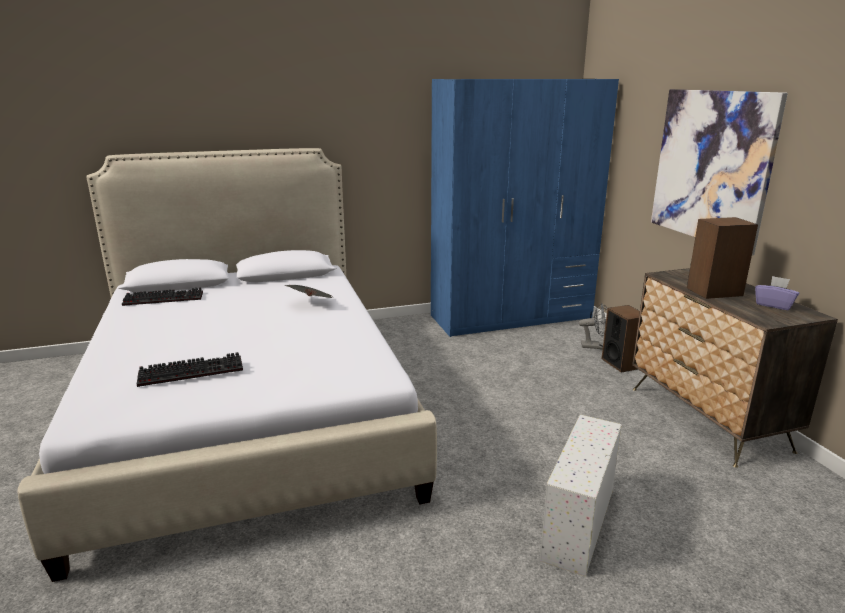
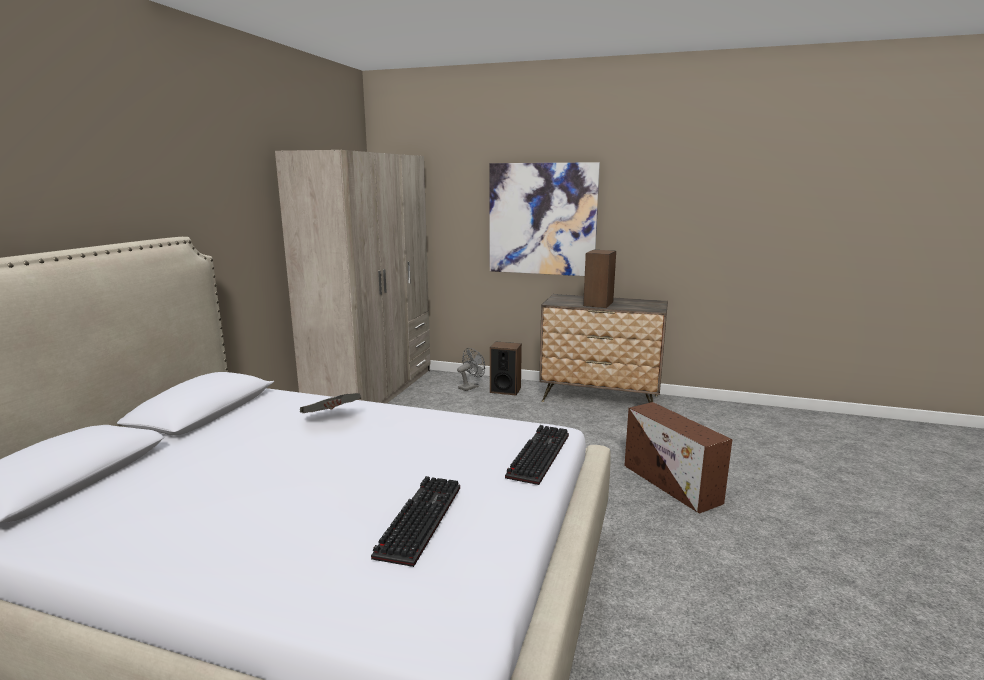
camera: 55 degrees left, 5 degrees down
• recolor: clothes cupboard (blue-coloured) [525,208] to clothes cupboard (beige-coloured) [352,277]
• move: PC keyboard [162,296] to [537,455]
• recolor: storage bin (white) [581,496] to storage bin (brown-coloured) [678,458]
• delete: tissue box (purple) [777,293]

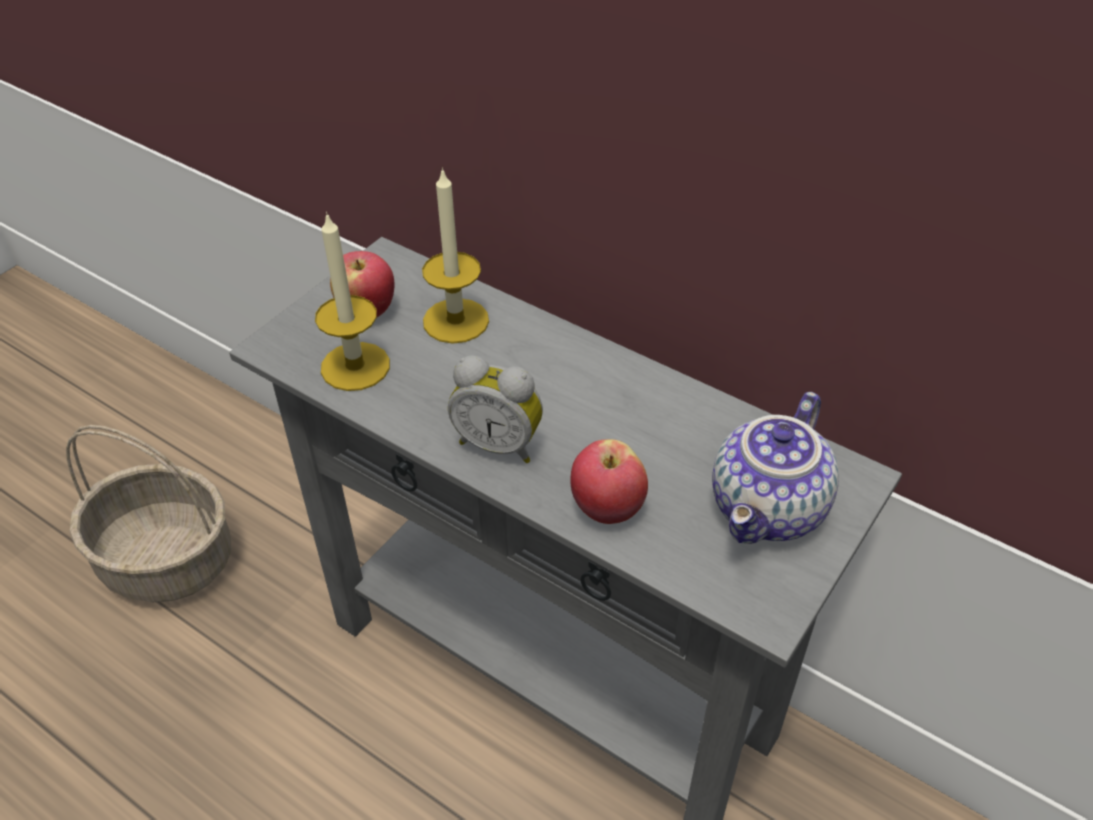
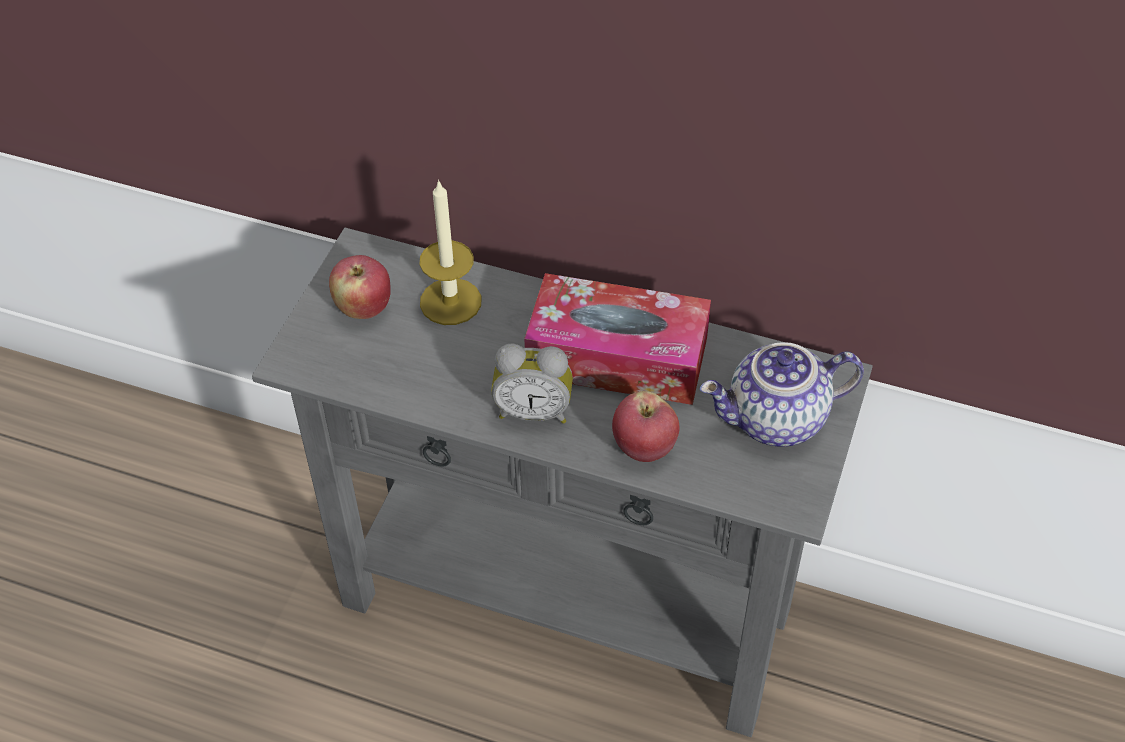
camera: 15 degrees left, 5 degrees up
• insert: tissue box [617,339]
• rotate: teapot [775,468] = [782,394] 60 degrees clockwise
• delete: household basket [148,513]
• delete: wax light [352,301]

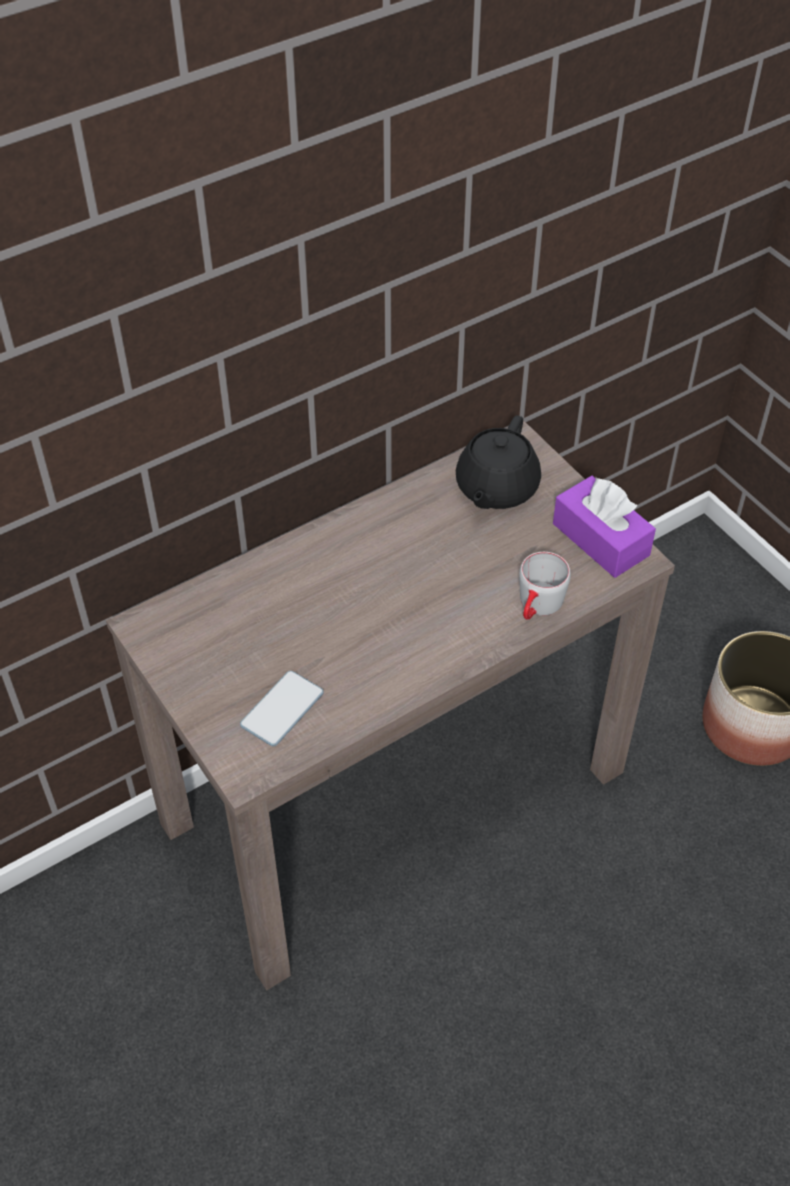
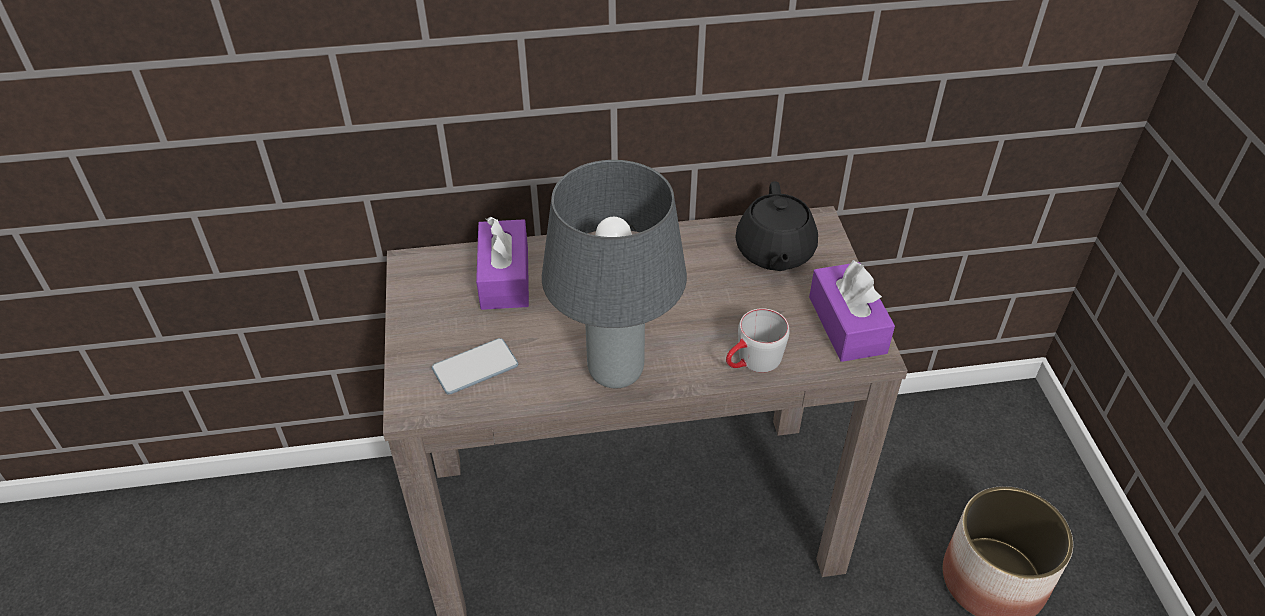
camera: 25 degrees right, 5 degrees down
• insert: tissue box (purple) [502,263]
• insert: lamp for a table (greyish) [614,274]
• rotate: teapot (blackish) [498,462] = [776,226] 45 degrees counterclockwise

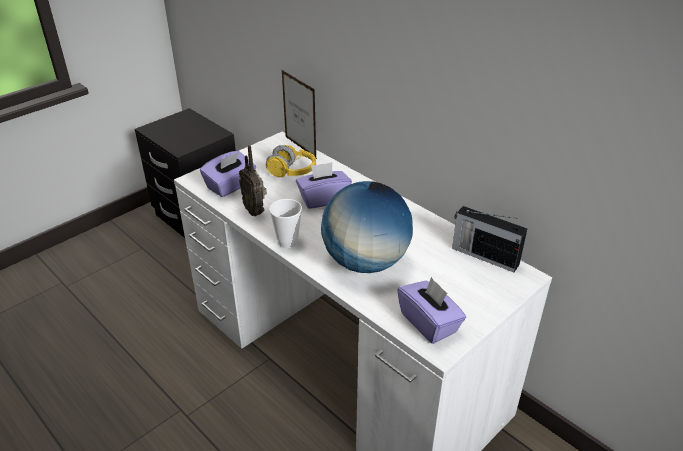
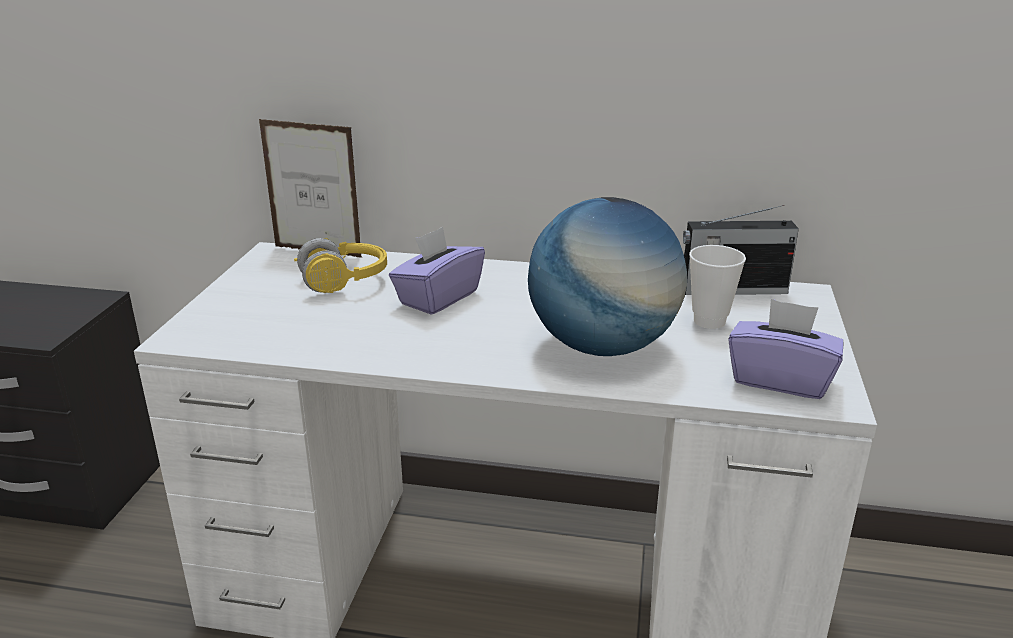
camera: 35 degrees left, 10 degrees down
• move: small cup [285,223] to [717,287]
• delete: tissue box (purple) [228,174]
• delete: radio set [253,180]

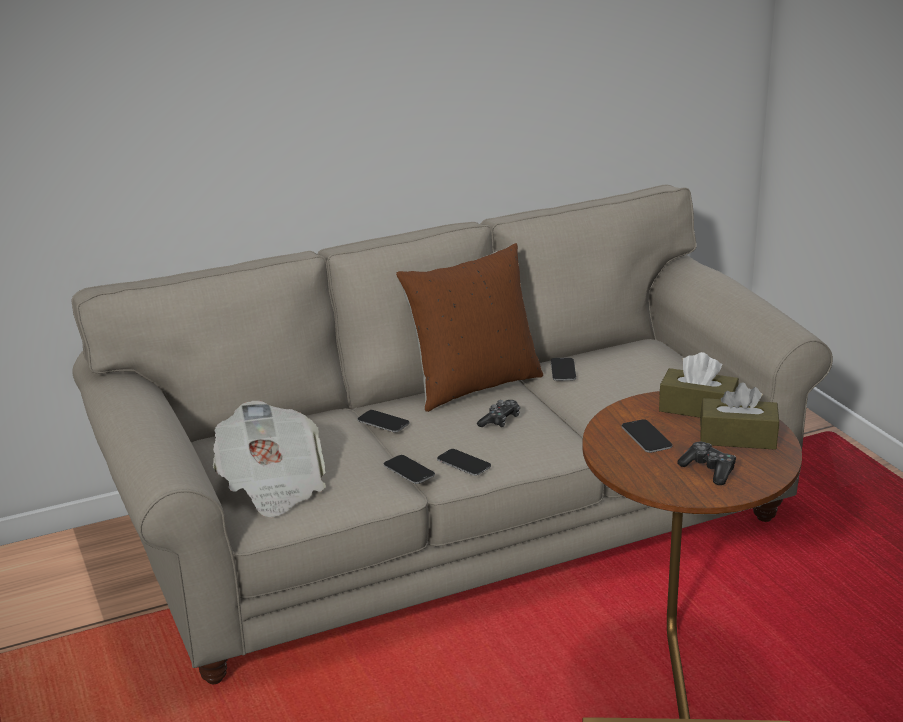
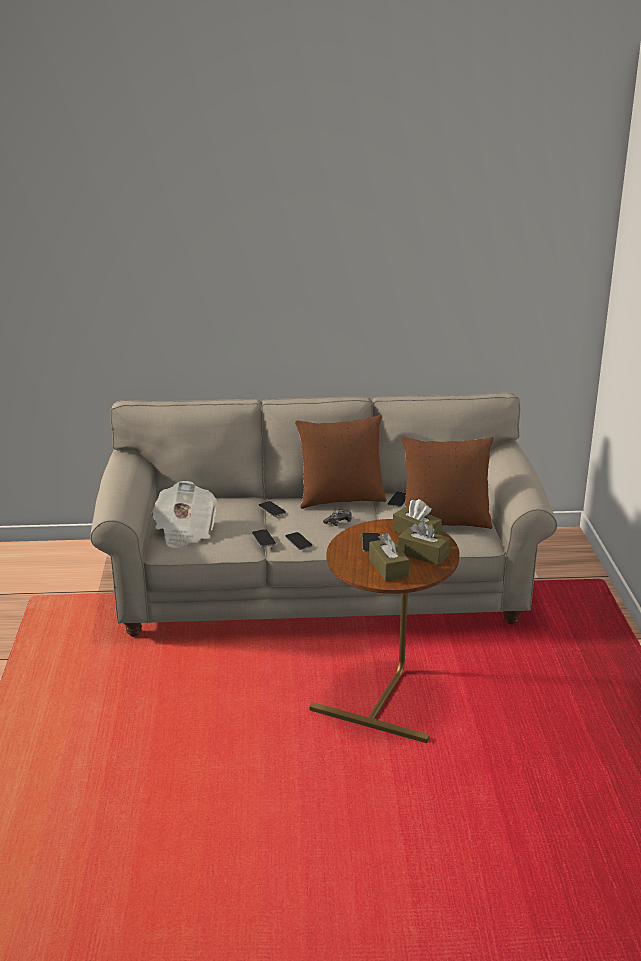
camera: 20 degrees right, 0 degrees up
• replace: gamepad [706,463] to tissue box (brown-coloured) [389,557]
• insert: pillow (brown-coloured) [447,483]

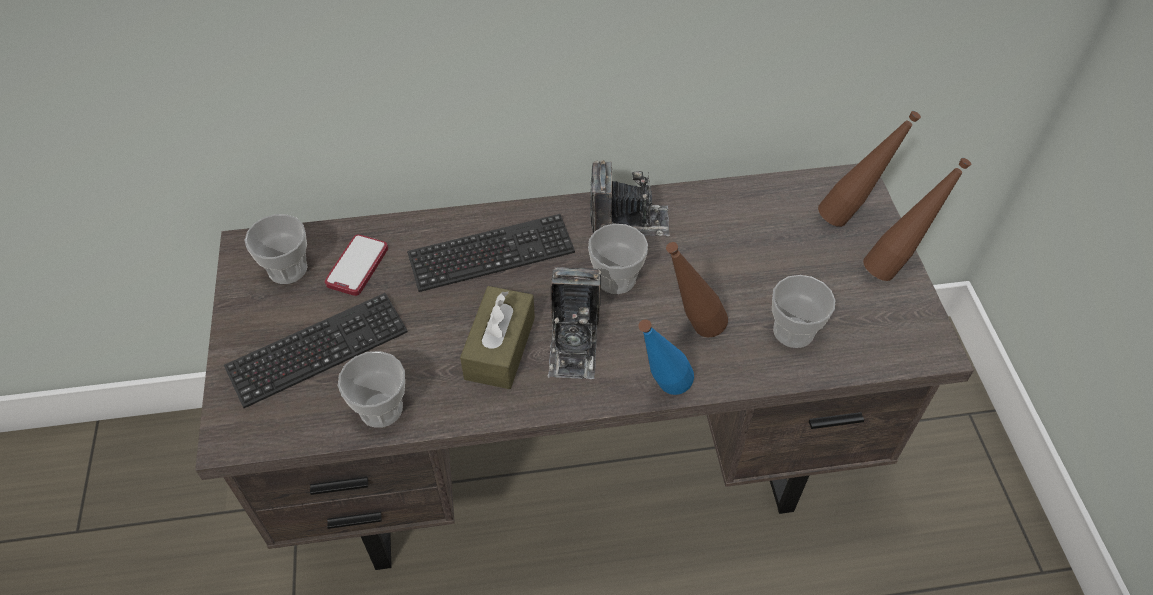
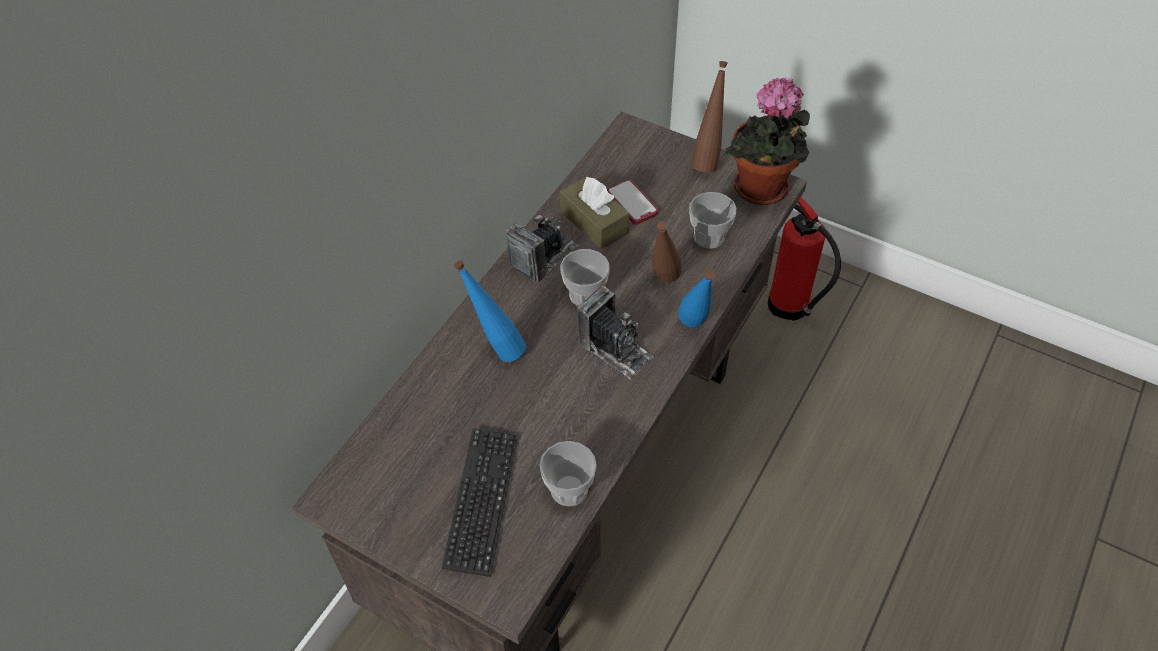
camera: 50 degrees left, 0 degrees up
• replace: PC keyboard [491,253] to bottle (blue-coloured) [490,311]
• move: tissue box (brown-coloured) [497,337] to [594,213]
• move: telephone [356,265] to [632,202]
• insert: potted plant [767,141]
• insert: extinguisher [804,259]
• delete: small cup [276,249]
• delete: bottle (brown-coloured) [869,169]

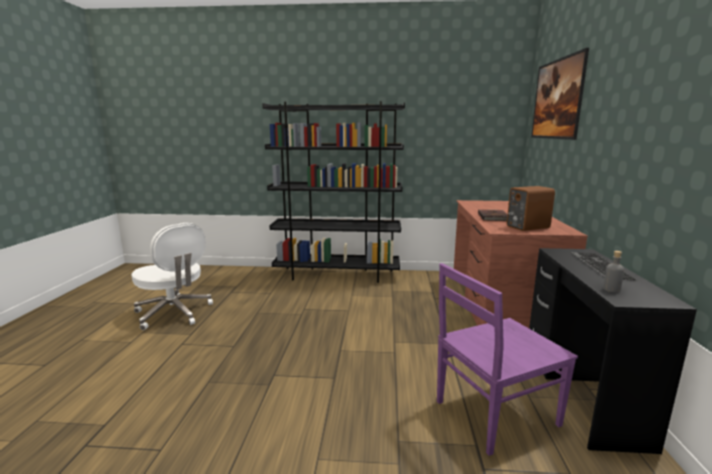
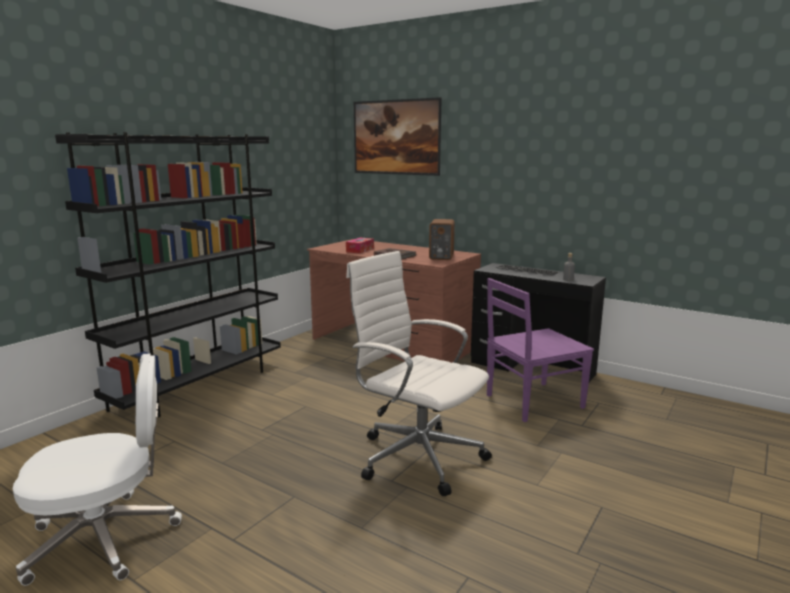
camera: 60 degrees left, 0 degrees up
• insert: tissue box [360,245]
• insert: computer chair (white) [419,373]
• rotate: upright chair (purple) [507,359] = [540,350] 60 degrees clockwise

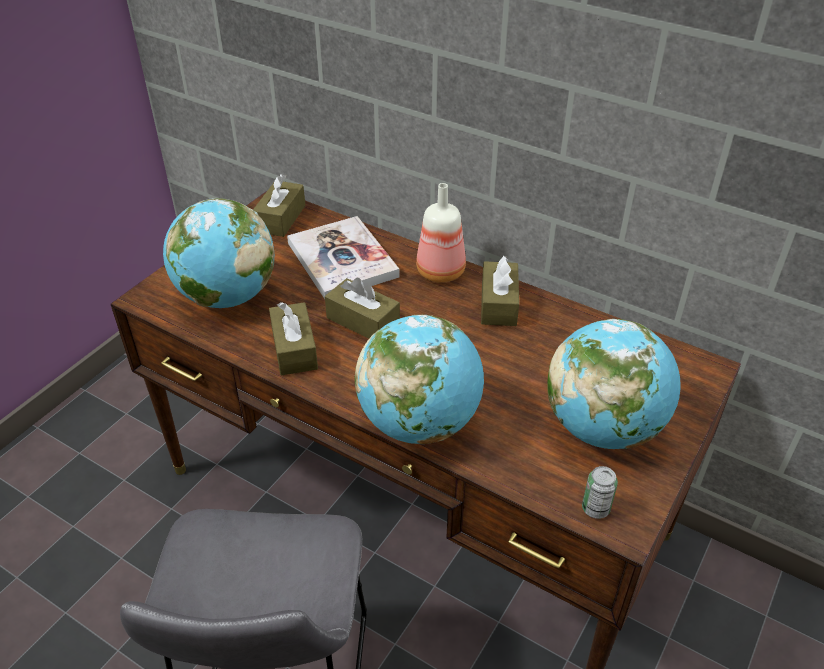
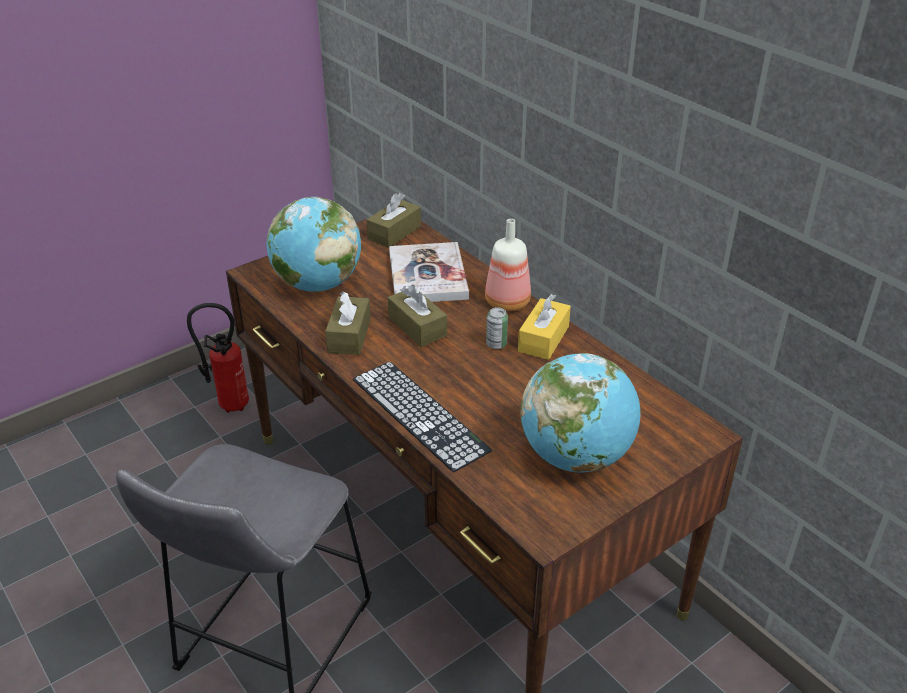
camera: 20 degrees right, 5 degrees down
• insert: extinguisher [218,357]
• replace: desk globe [419,379] to PC keyboard [422,417]
• move: metal can [600,492] to [497,328]
• recolor: tissue box (brown-coloured) [500,291] to tissue box (yellow-coloured) [544,327]

